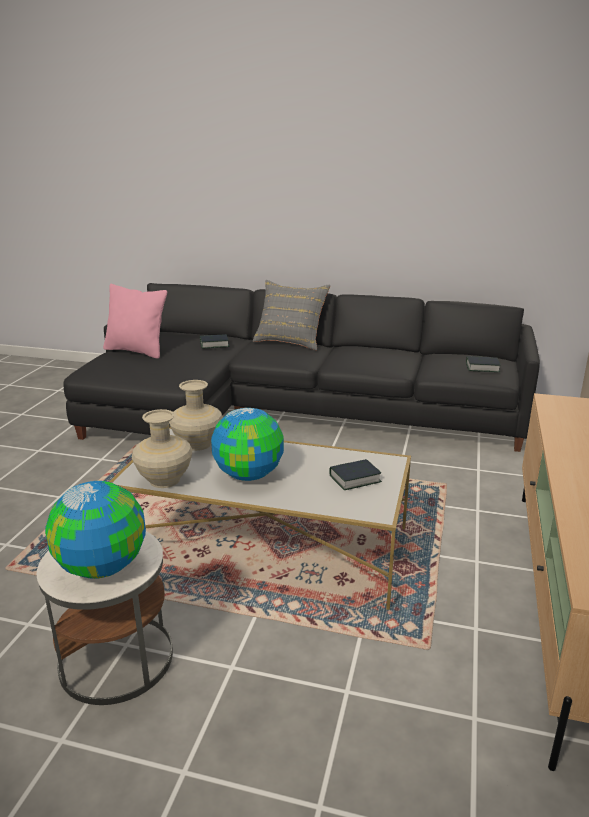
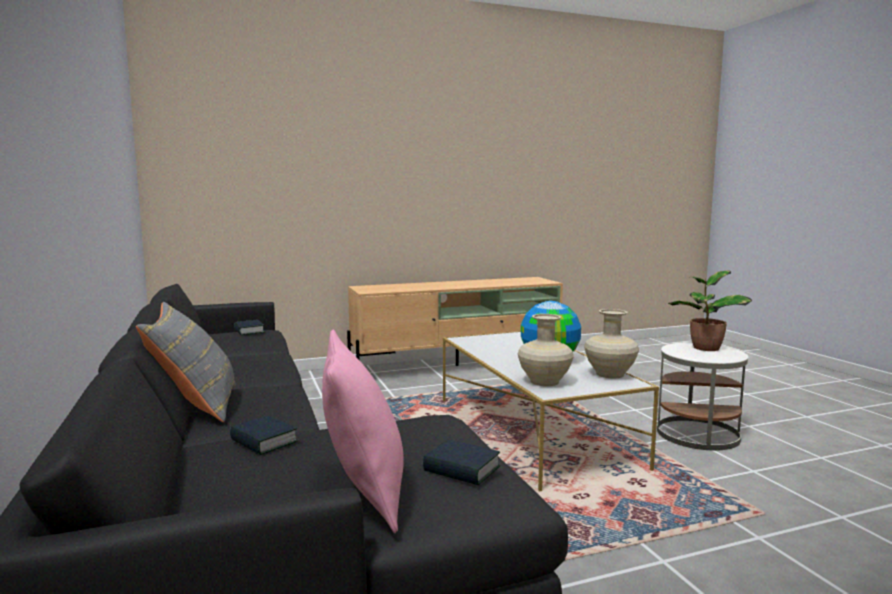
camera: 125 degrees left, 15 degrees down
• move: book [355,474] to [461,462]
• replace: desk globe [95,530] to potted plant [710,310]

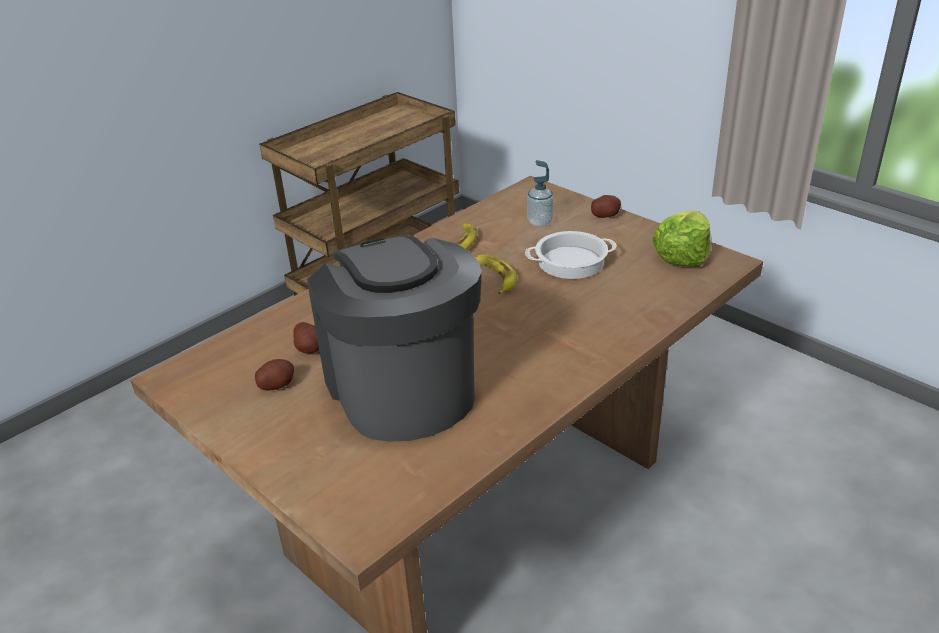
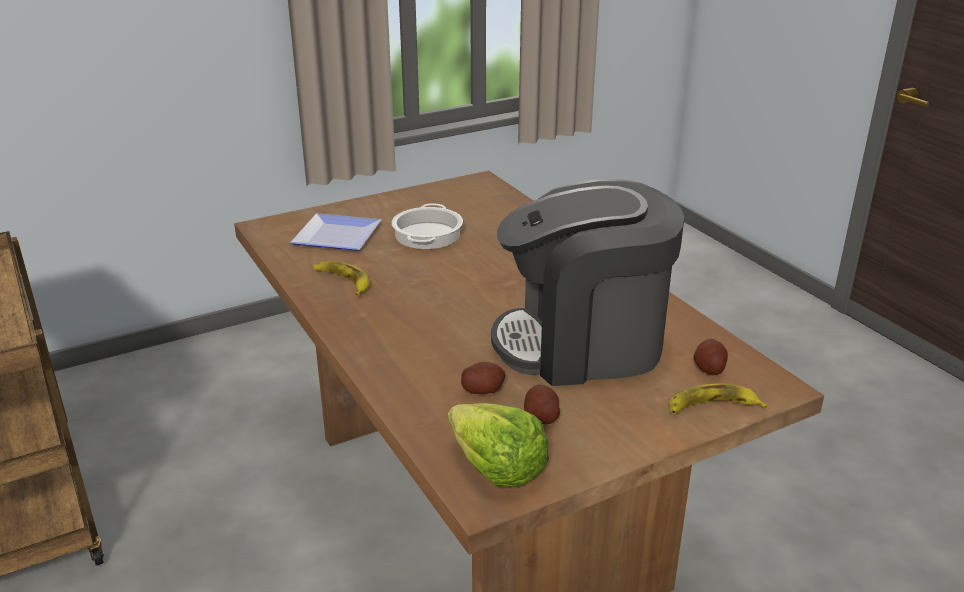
camera: 75 degrees left, 5 degrees down
• replace: liquid soap bottle [540,193] to plate [335,232]
• move: head of lettuce [681,239] to [498,445]
• move: banana [496,274] to [718,398]
• move: whole potato [606,206] to [710,357]

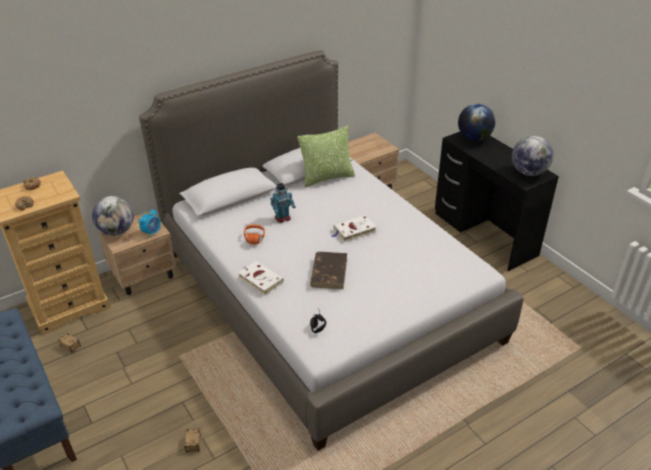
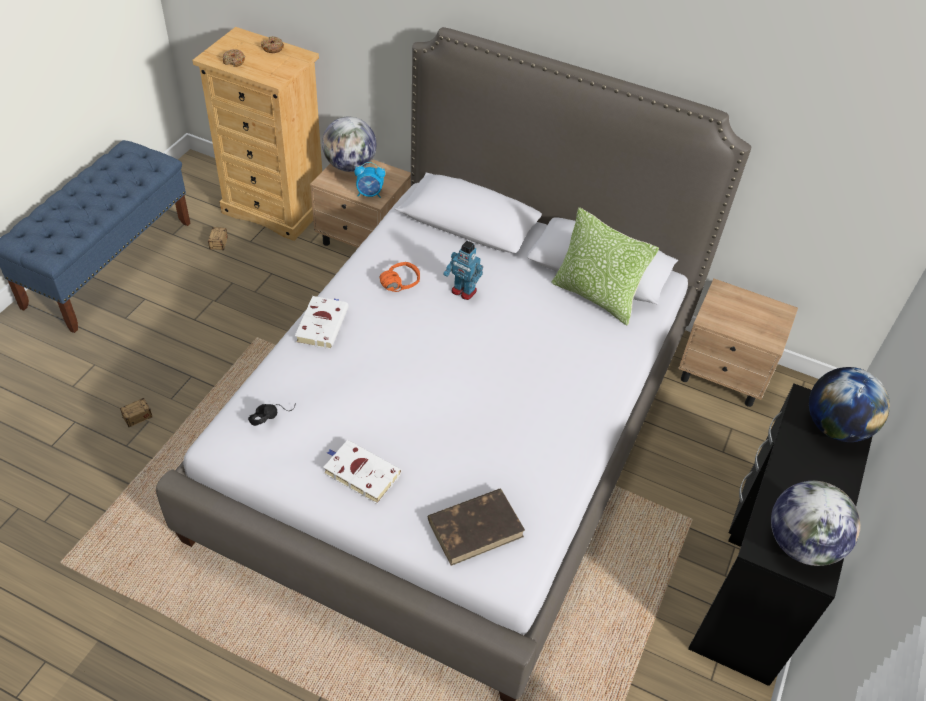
camera: 55 degrees right, 10 degrees up
• move: book (white) [354,228] to [362,472]
• move: book (brown-coloured) [328,270] to [476,527]

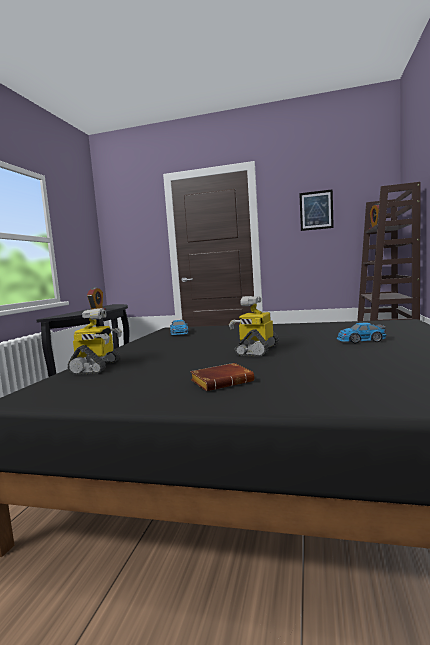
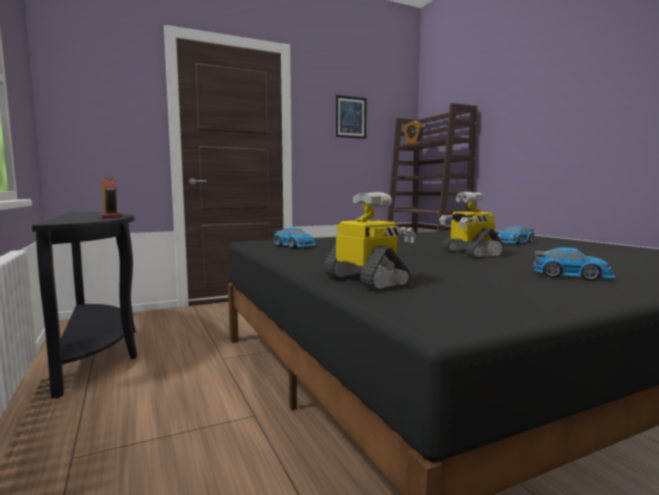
camera: 40 degrees left, 0 degrees up
• replace: book (brown-coloured) [222,377] to toy car [574,264]

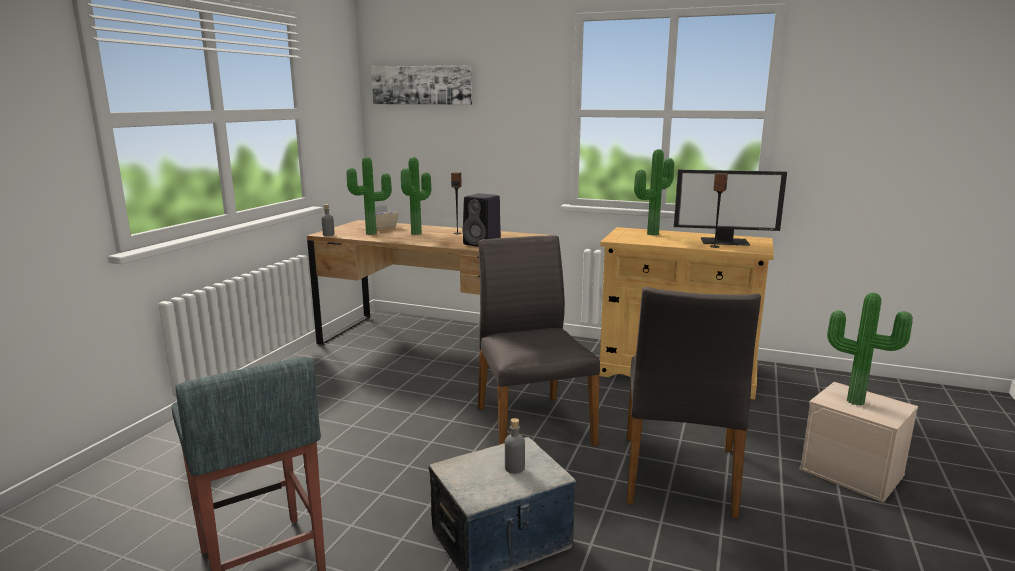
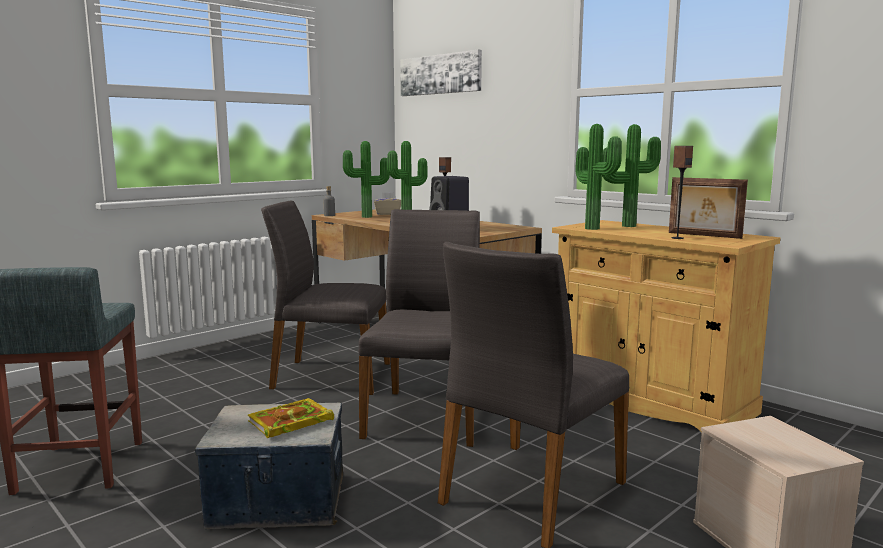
camera: 25 degrees right, 5 degrees down
• replace: bottle (greyish) [515,446] to book [291,418]
• insert: upright chair (greyish) [325,298]
• move: potted plant [870,349] to [598,177]
• replace: computer screen [730,208] to standing frame [708,208]

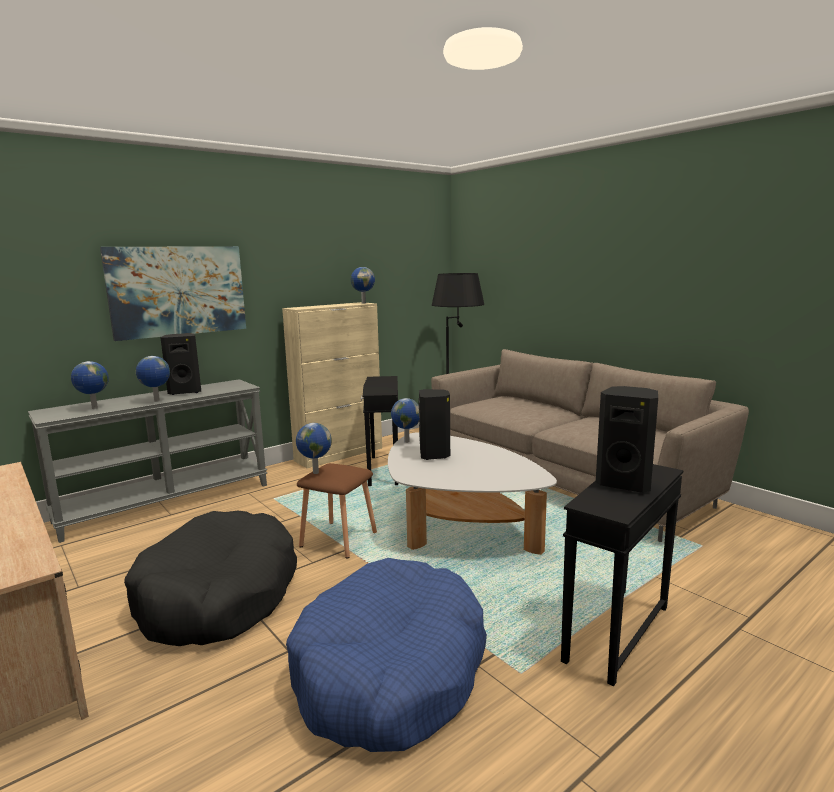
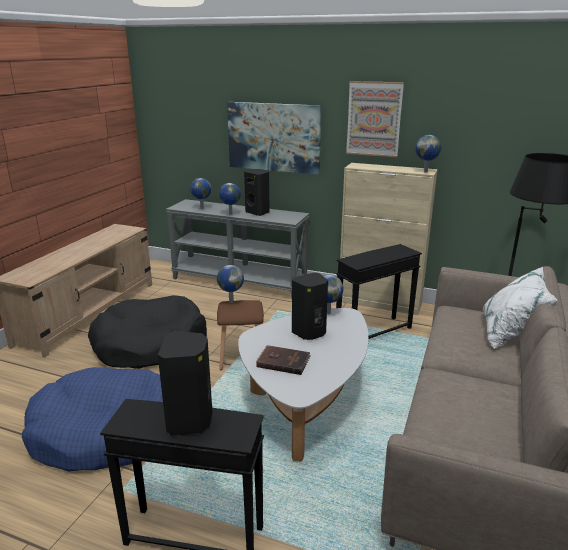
camera: 60 degrees right, 10 degrees up
• insert: book (brown-coloured) [283,360]
• insert: picture [375,119]
• insert: pillow (white) [520,307]

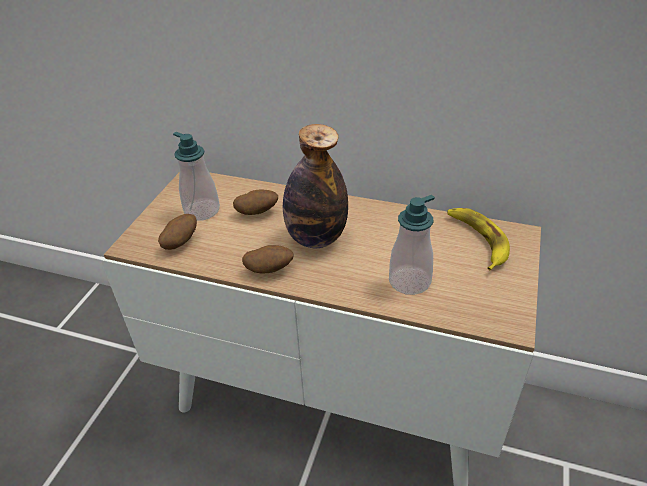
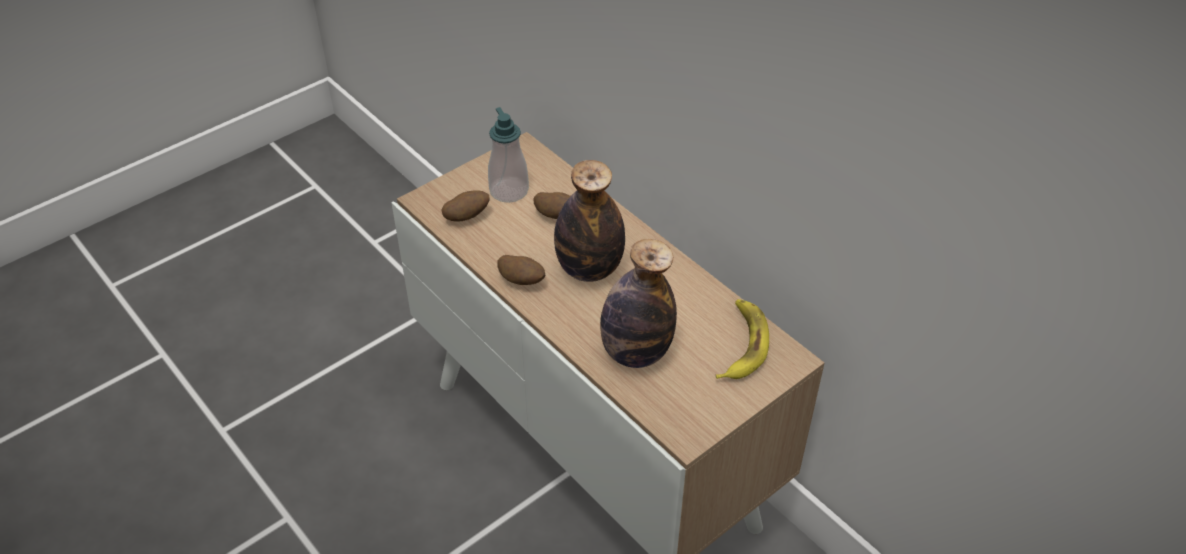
camera: 30 degrees right, 5 degrees up
• replace: liquid soap bottle [412,245] to bottle [638,303]

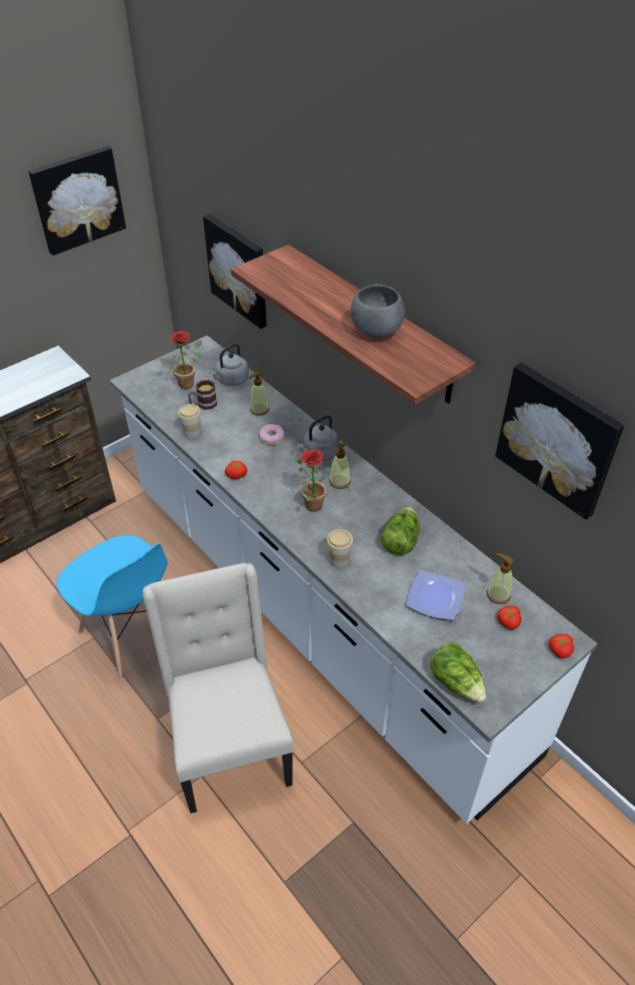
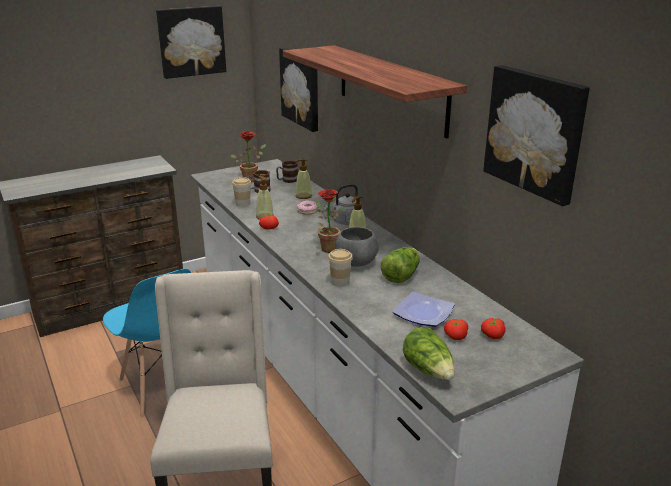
camera: 10 degrees right, 20 degrees down
• move: liquid soap bottle [500,578] to [265,198]
• replace: water kettle (greyish) [229,364] to coffee mug [287,171]
• move: serving bowl (greyish) [377,311] to [357,247]
• move: fresh tomato [561,646] to [456,329]

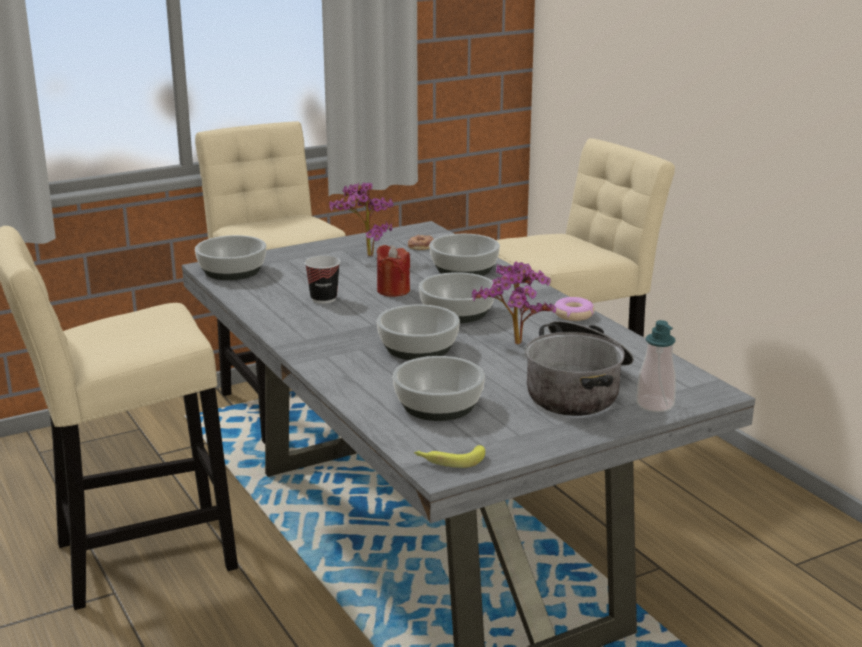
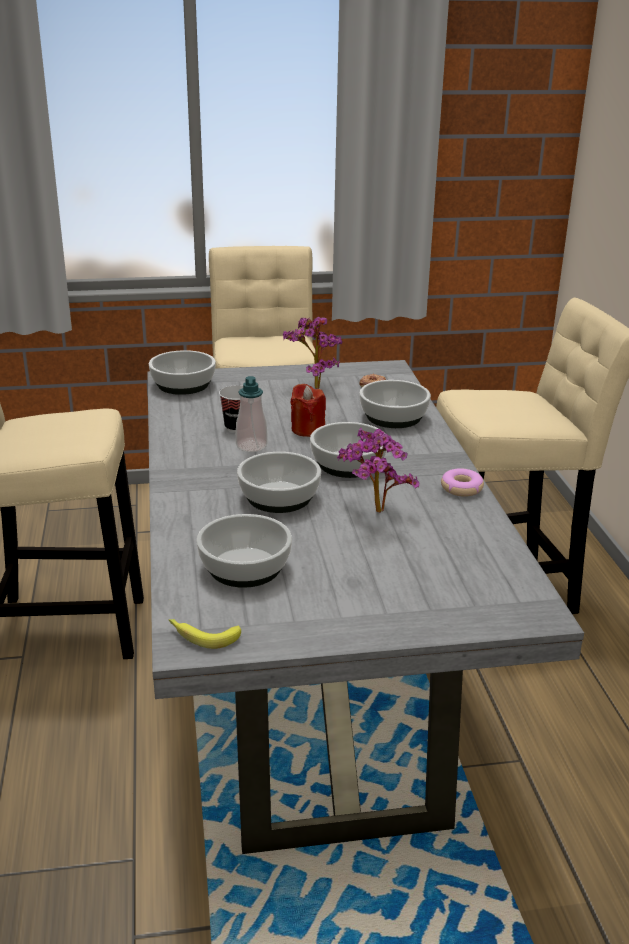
camera: 20 degrees right, 5 degrees up
• move: liquid soap bottle [656,366] to [252,414]
• delete: cooking pot [579,368]

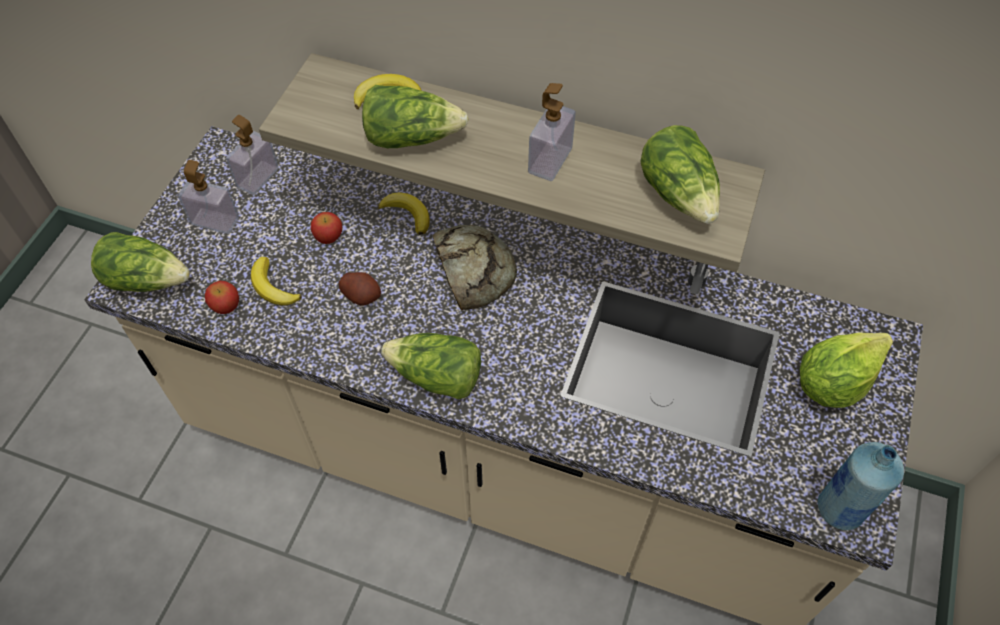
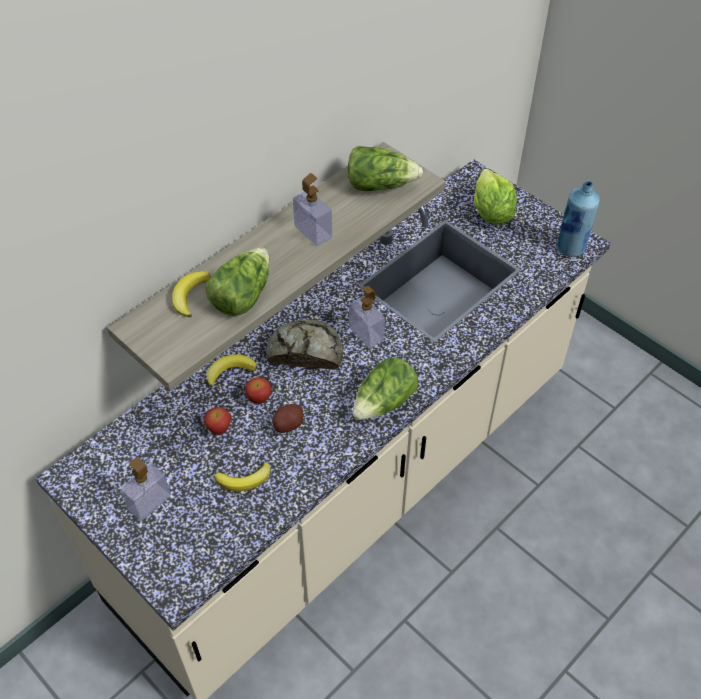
camera: 65 degrees left, 5 degrees down
• move: whole apple [222,297] to [258,390]
• move: liquid soap bottle [252,155] to [367,317]
• delete: head of lettuce [140,262]

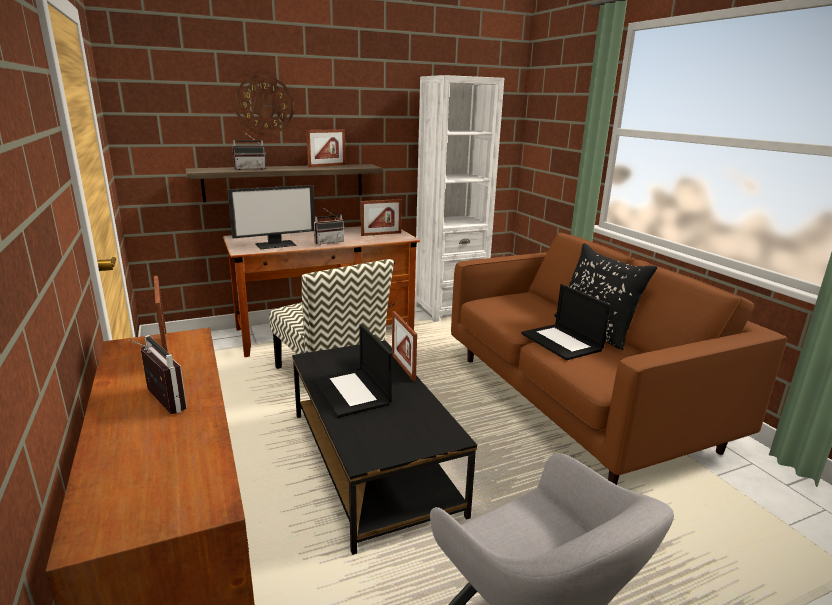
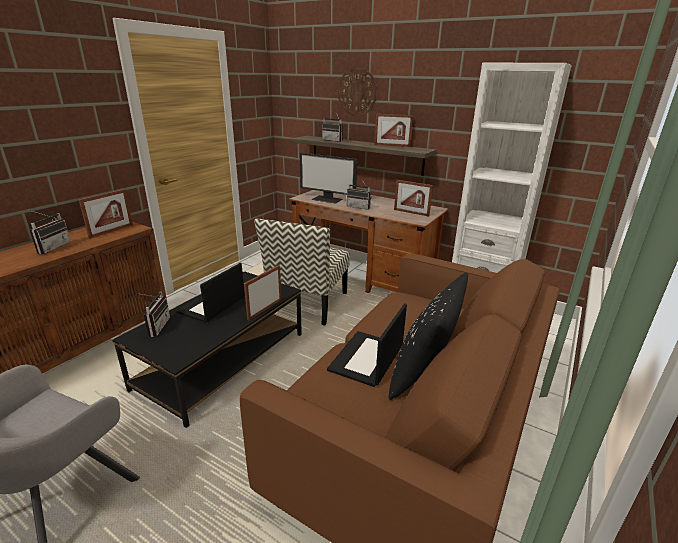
camera: 55 degrees right, 5 degrees up
• insert: radio set [153,314]

